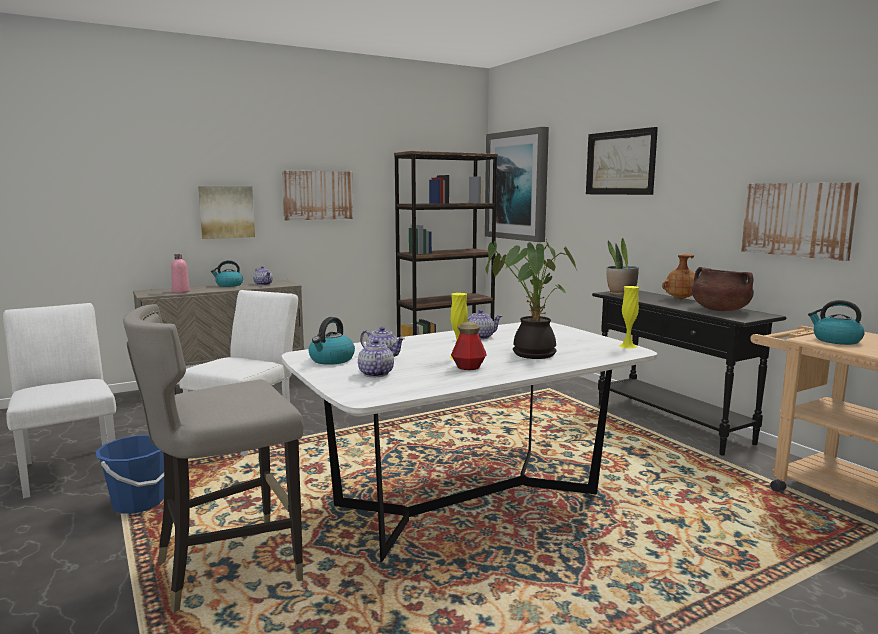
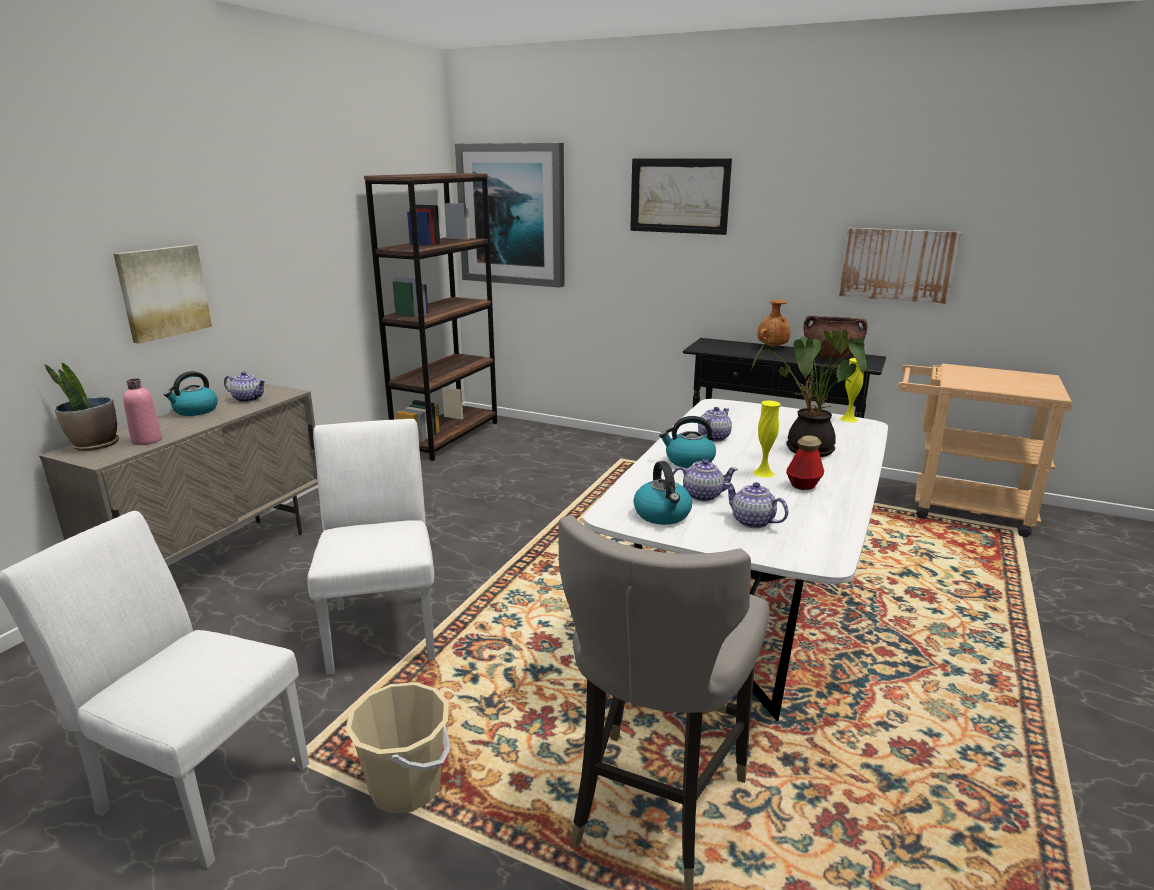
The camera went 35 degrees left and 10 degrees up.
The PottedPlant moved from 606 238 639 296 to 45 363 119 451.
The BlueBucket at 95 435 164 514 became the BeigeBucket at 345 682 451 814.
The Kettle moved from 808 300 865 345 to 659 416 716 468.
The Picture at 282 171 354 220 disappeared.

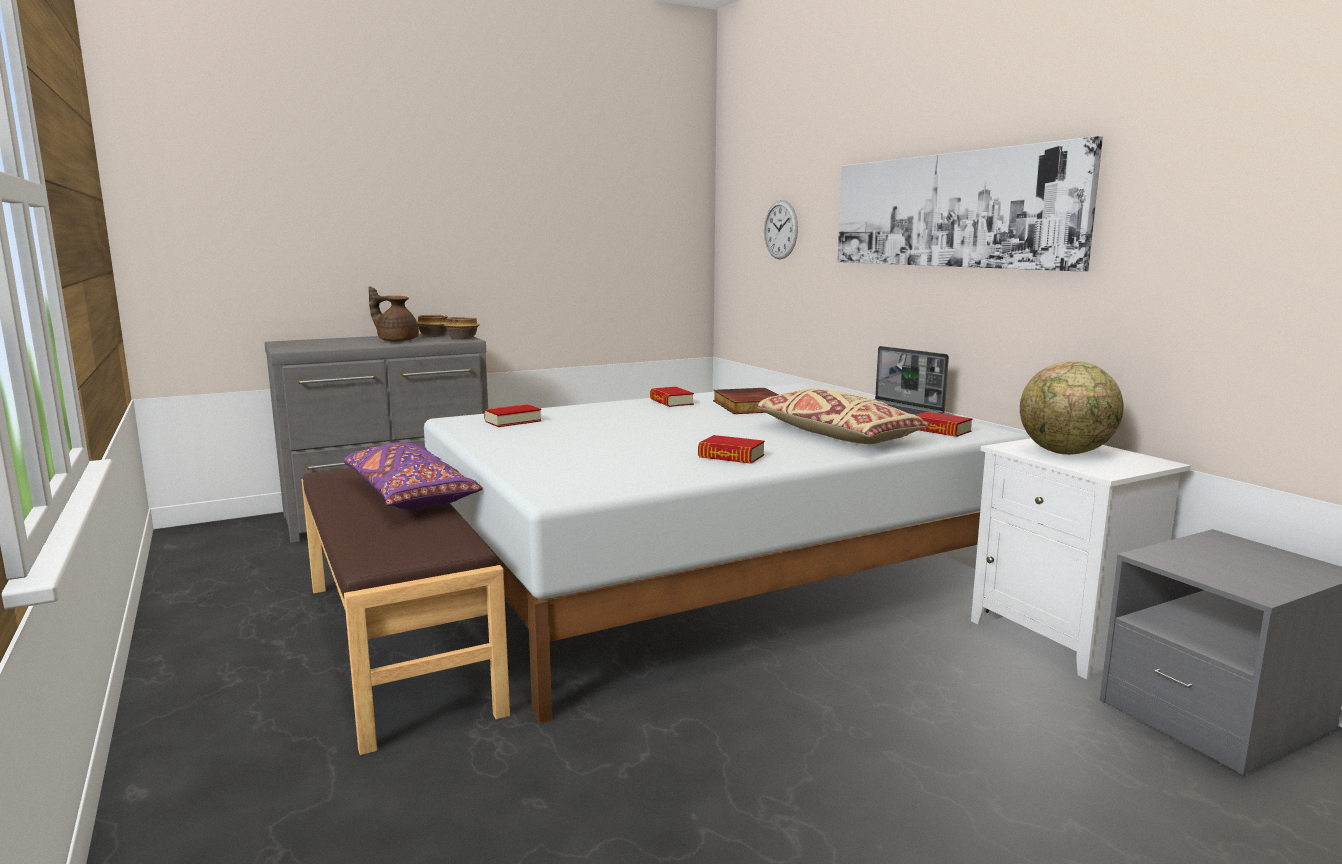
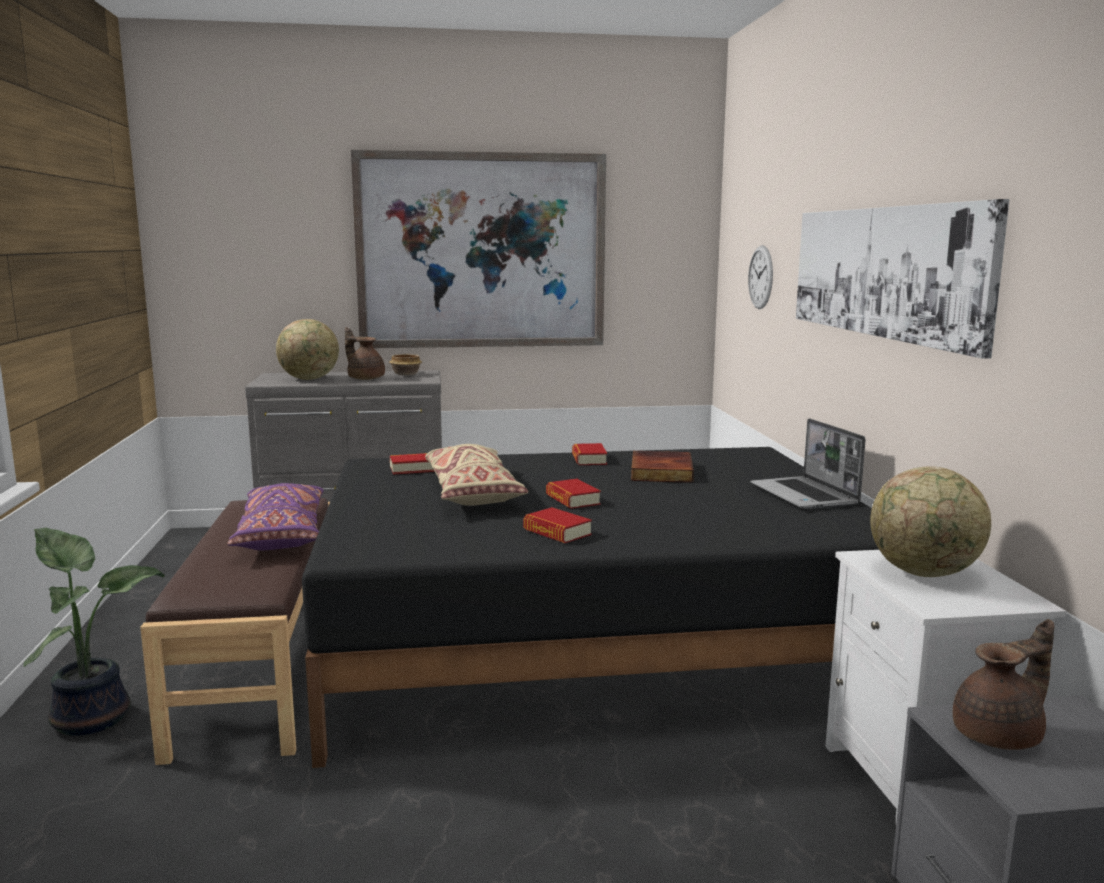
The camera went 20 degrees right and 0 degrees up.
The PottedPlant at 23 527 164 736 appeared.
The Globe at 276 319 339 380 appeared.
The WhiteBed at 424 383 1030 724 became the BlackBed at 302 447 879 768.
The Picture at 351 150 606 348 appeared.
The BeigePillow moved from 756 388 930 444 to 425 444 528 506.
The Book moved from 916 412 973 437 to 546 479 601 509.
The BrownTeapot at 953 619 1054 750 appeared.
The Bowl at 444 317 480 339 disappeared.

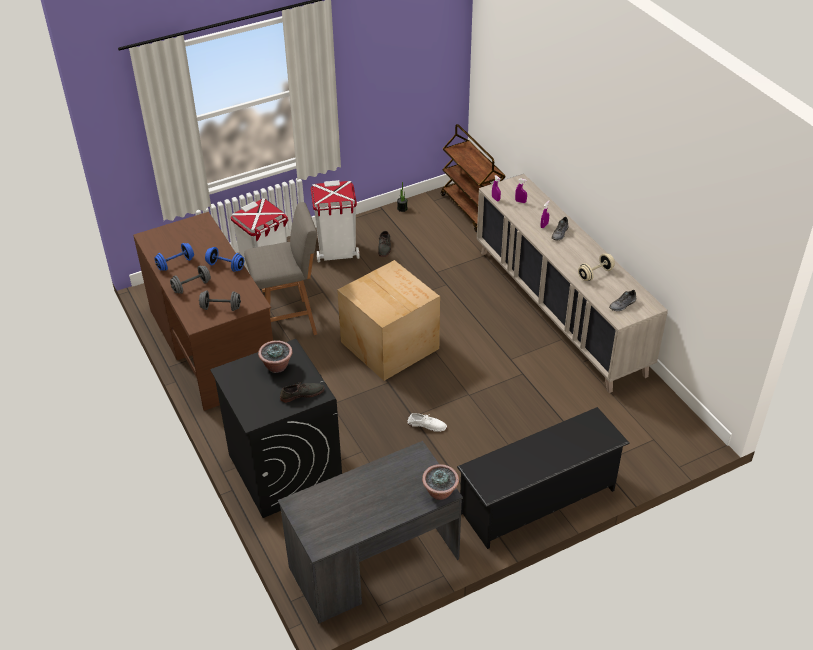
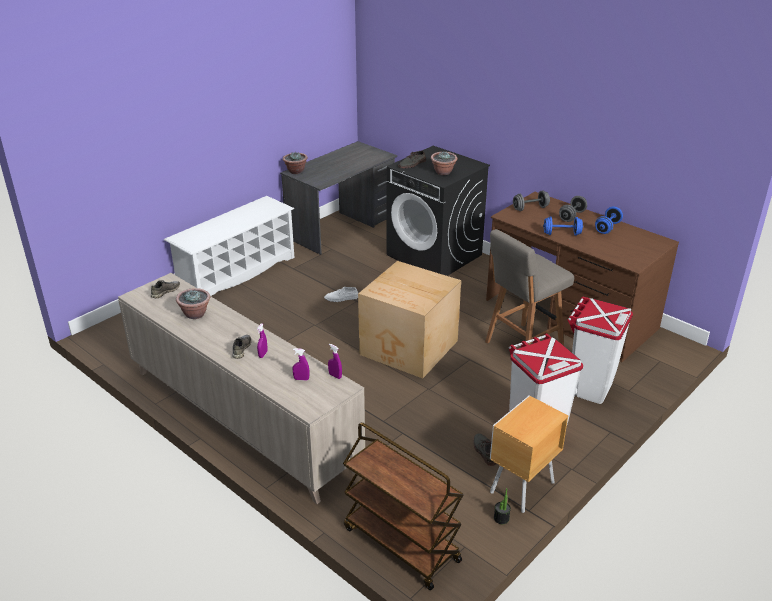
The camera went 160 degrees right and 10 degrees down.
The BlackShoeRack at 457 407 630 549 became the WhiteShoeRack at 164 196 295 296.
The BeigeDumbbell at 578 253 615 281 was replaced by the PottedPlant at 176 288 210 319.
The BrownNightstand at 490 396 568 513 appeared.

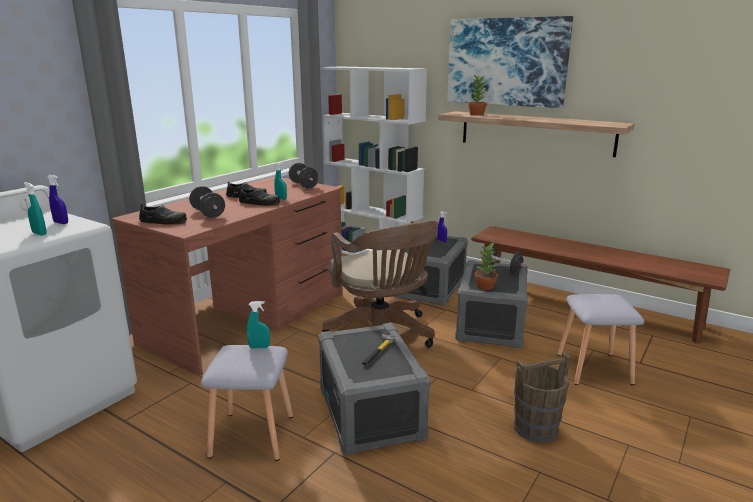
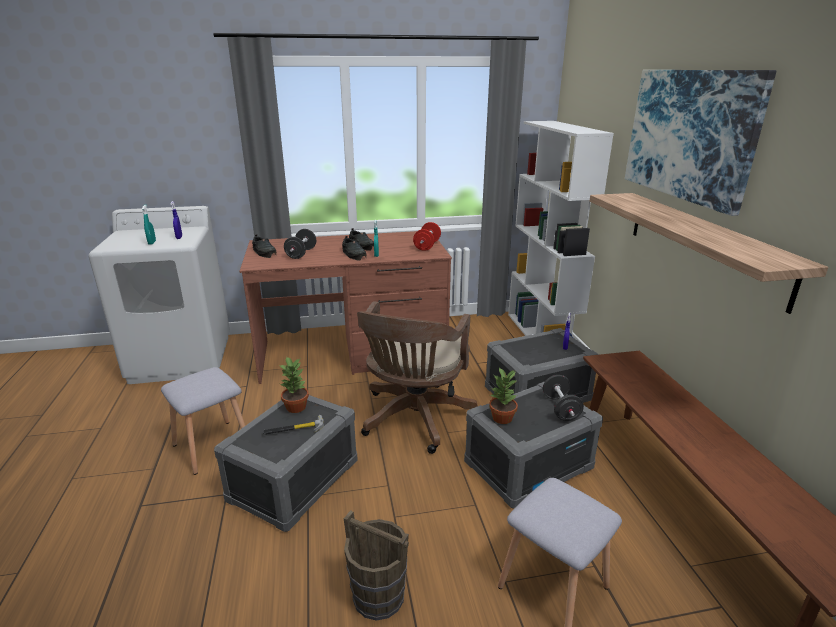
The camera went 45 degrees right and 5 degrees up.
The PottedPlant moved from 468 75 487 115 to 280 356 309 413.
The BlackDumbbell at 289 163 319 189 became the RedDumbbell at 413 222 441 251.
The TurquoiseSprayBottle at 247 301 270 349 disappeared.

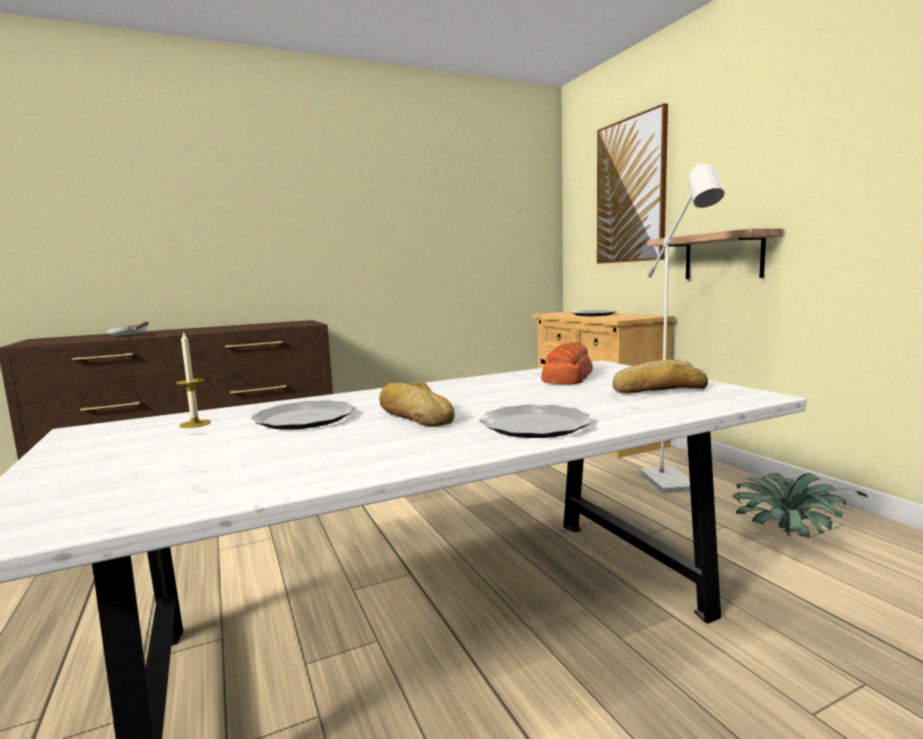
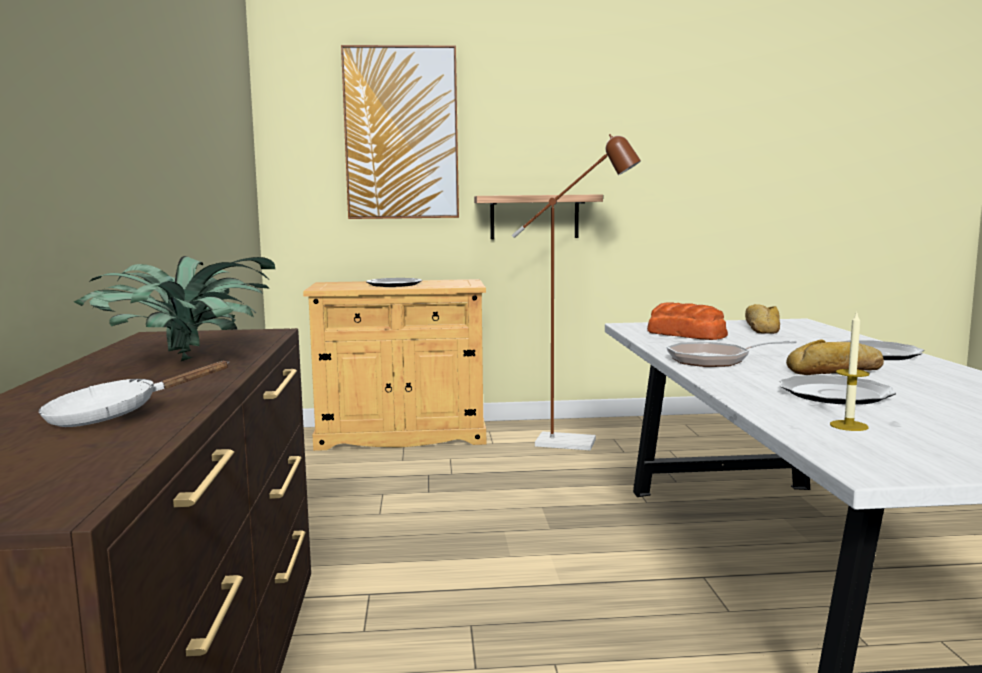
The camera went 70 degrees left and 0 degrees up.
The PottedPlant moved from 732 473 868 538 to 74 256 275 361.
The WhiteFloorLamp at 639 163 725 493 became the BrownFloorLamp at 512 134 641 450.
The FryingPan at 667 340 797 367 appeared.

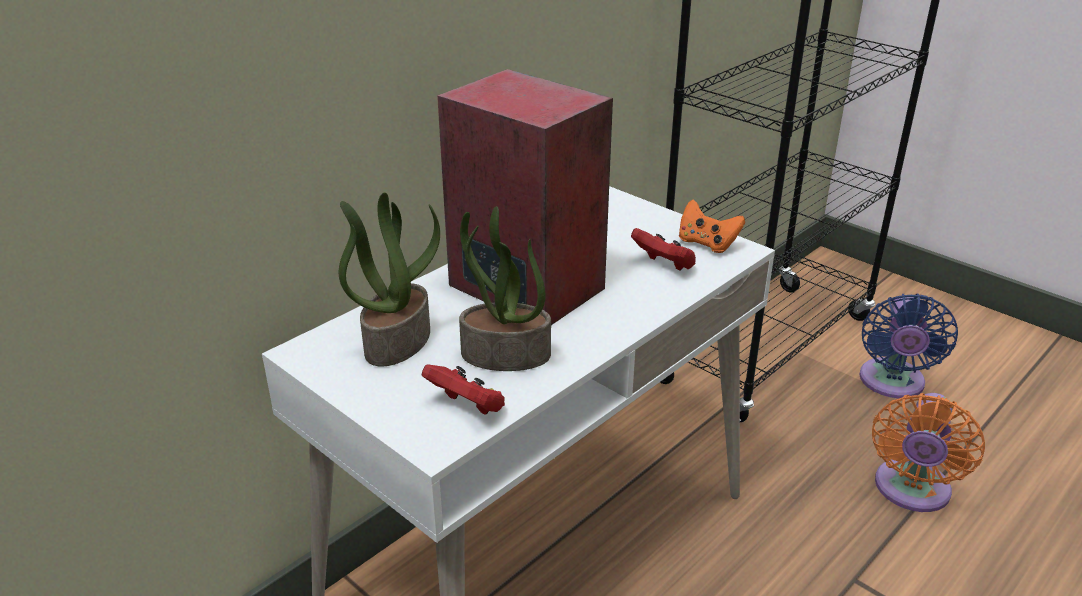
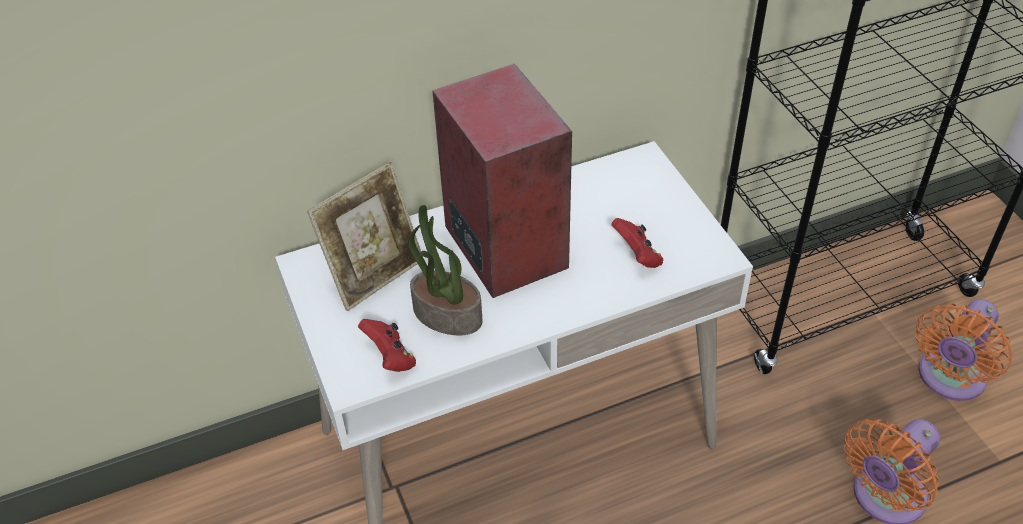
The camera went 25 degrees right and 15 degrees up.
The PottedPlant at 339 193 440 366 was replaced by the PictureFrame at 307 162 423 311.
The BlueFan at 859 294 958 398 became the OrangeFan at 915 299 1013 401.
The OrangeGameController at 679 200 745 253 disappeared.

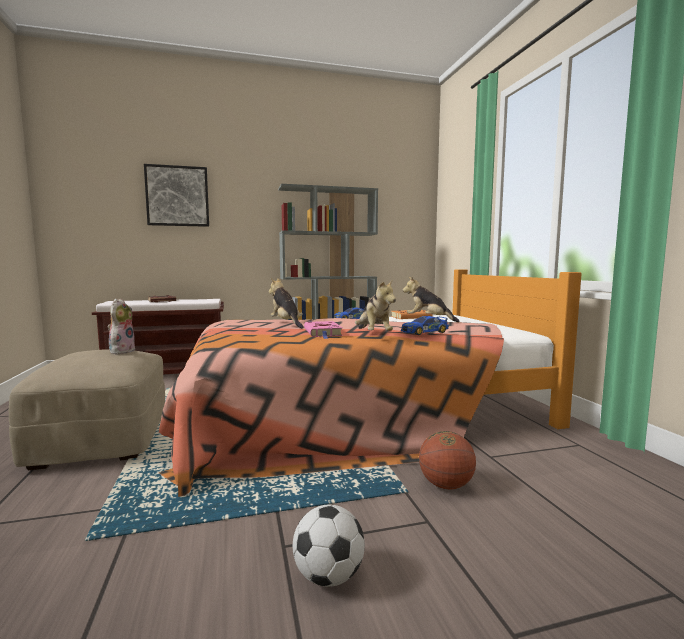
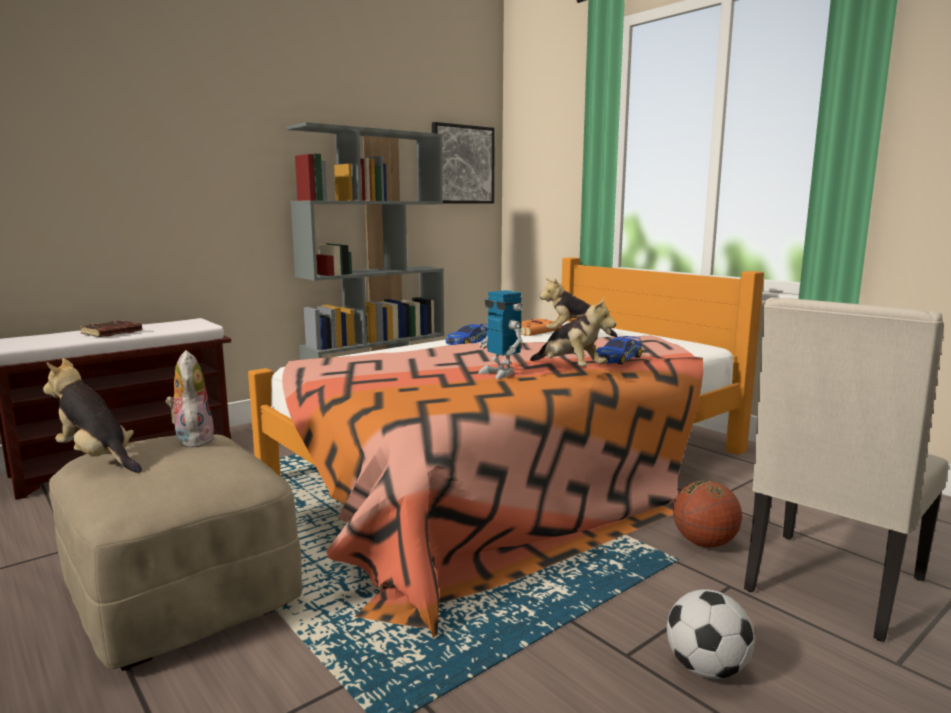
The camera went 25 degrees left and 5 degrees up.
The PlushToy moved from 269 278 303 328 to 43 358 142 473.
The Picture moved from 144 164 209 227 to 432 122 495 204.
The PinkBook at 304 321 343 339 was replaced by the ToyRobot at 479 290 523 379.
The BeigeChair at 744 297 948 642 appeared.

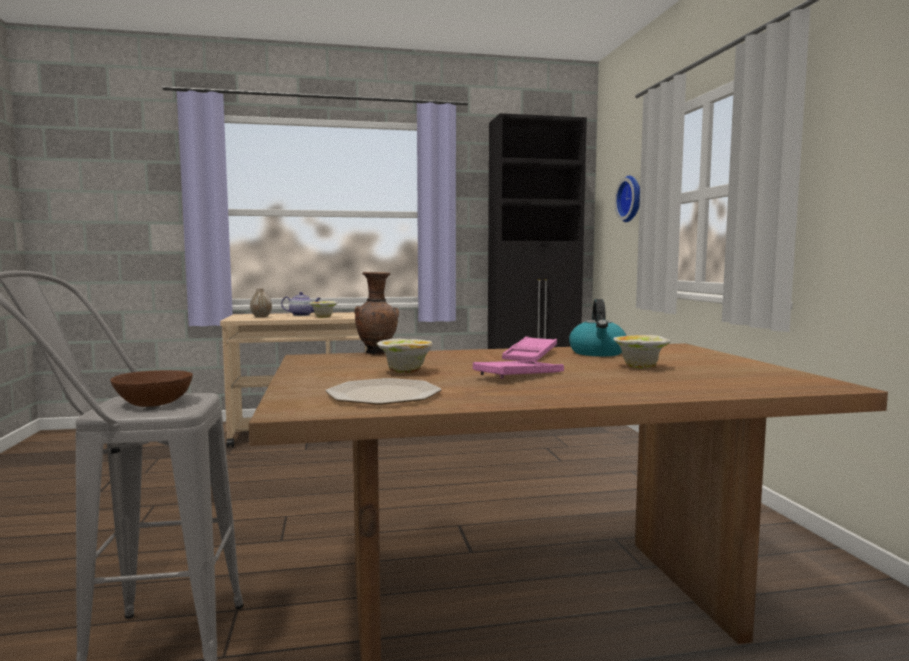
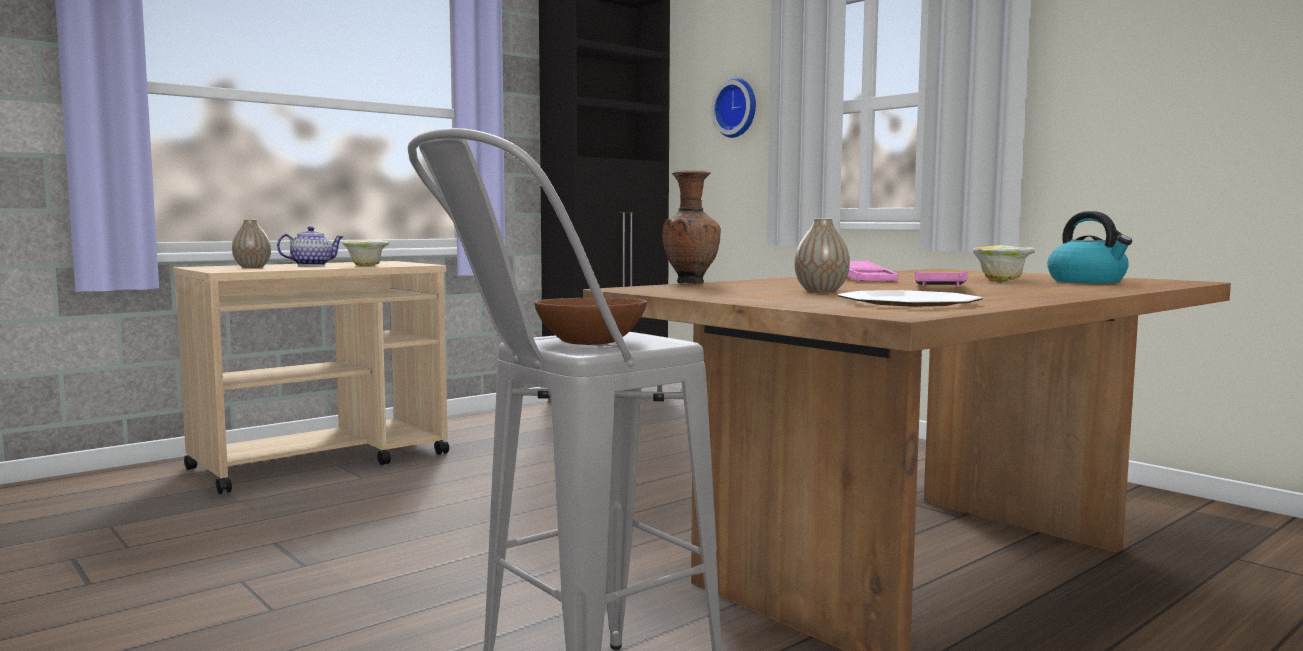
The camera went 30 degrees left and 0 degrees up.
The Bowl at 377 339 433 373 was replaced by the Vase at 794 219 850 293.
The Kettle moved from 569 299 627 356 to 1047 211 1132 283.

